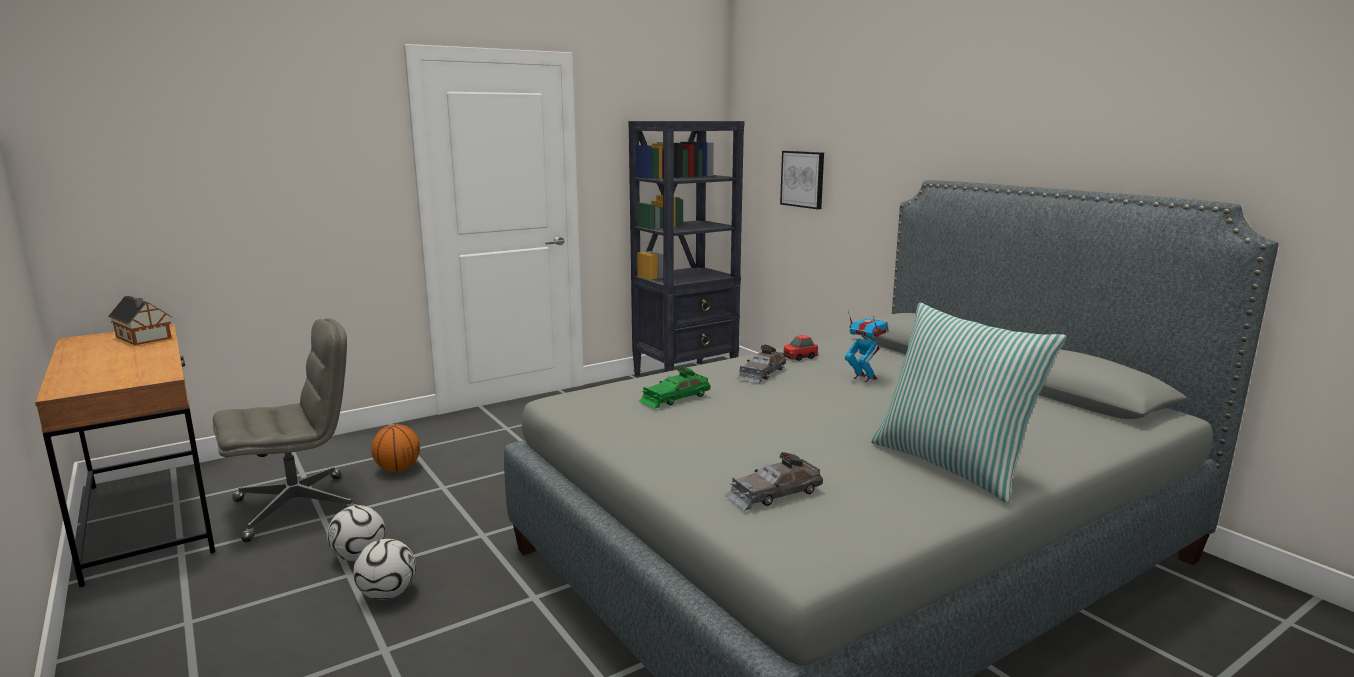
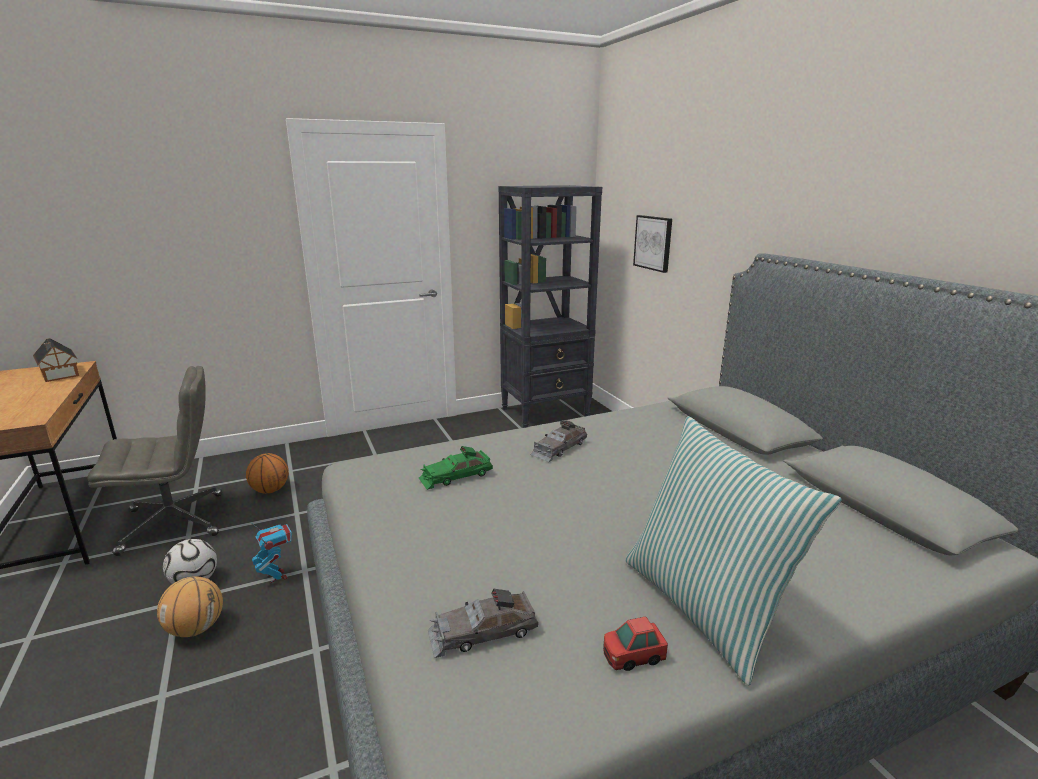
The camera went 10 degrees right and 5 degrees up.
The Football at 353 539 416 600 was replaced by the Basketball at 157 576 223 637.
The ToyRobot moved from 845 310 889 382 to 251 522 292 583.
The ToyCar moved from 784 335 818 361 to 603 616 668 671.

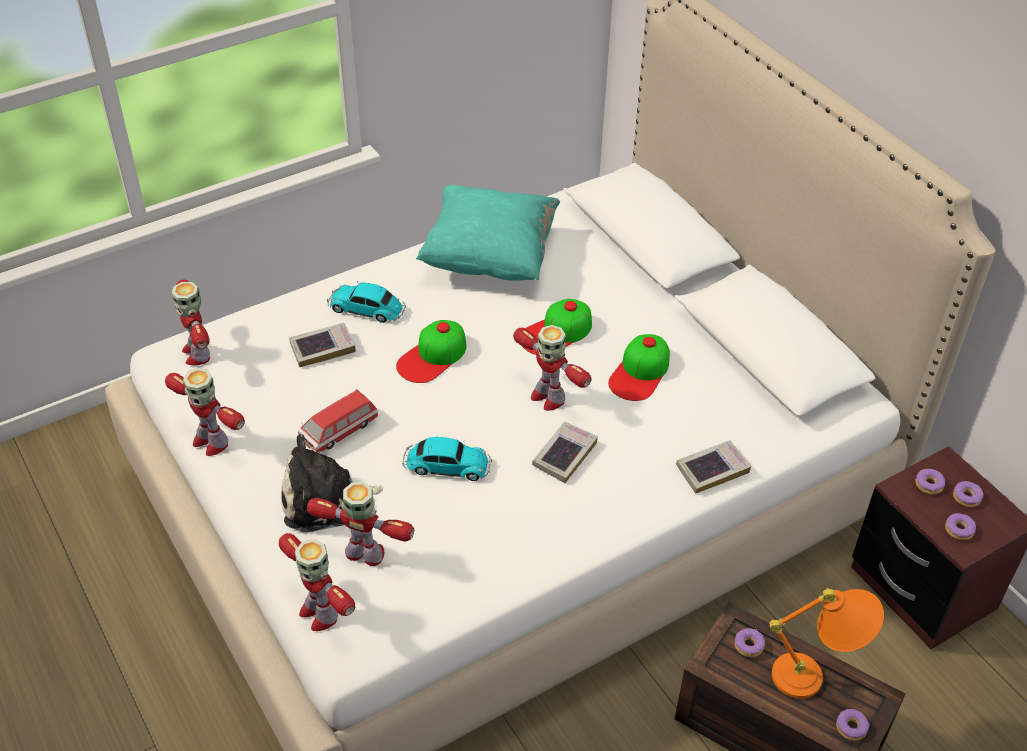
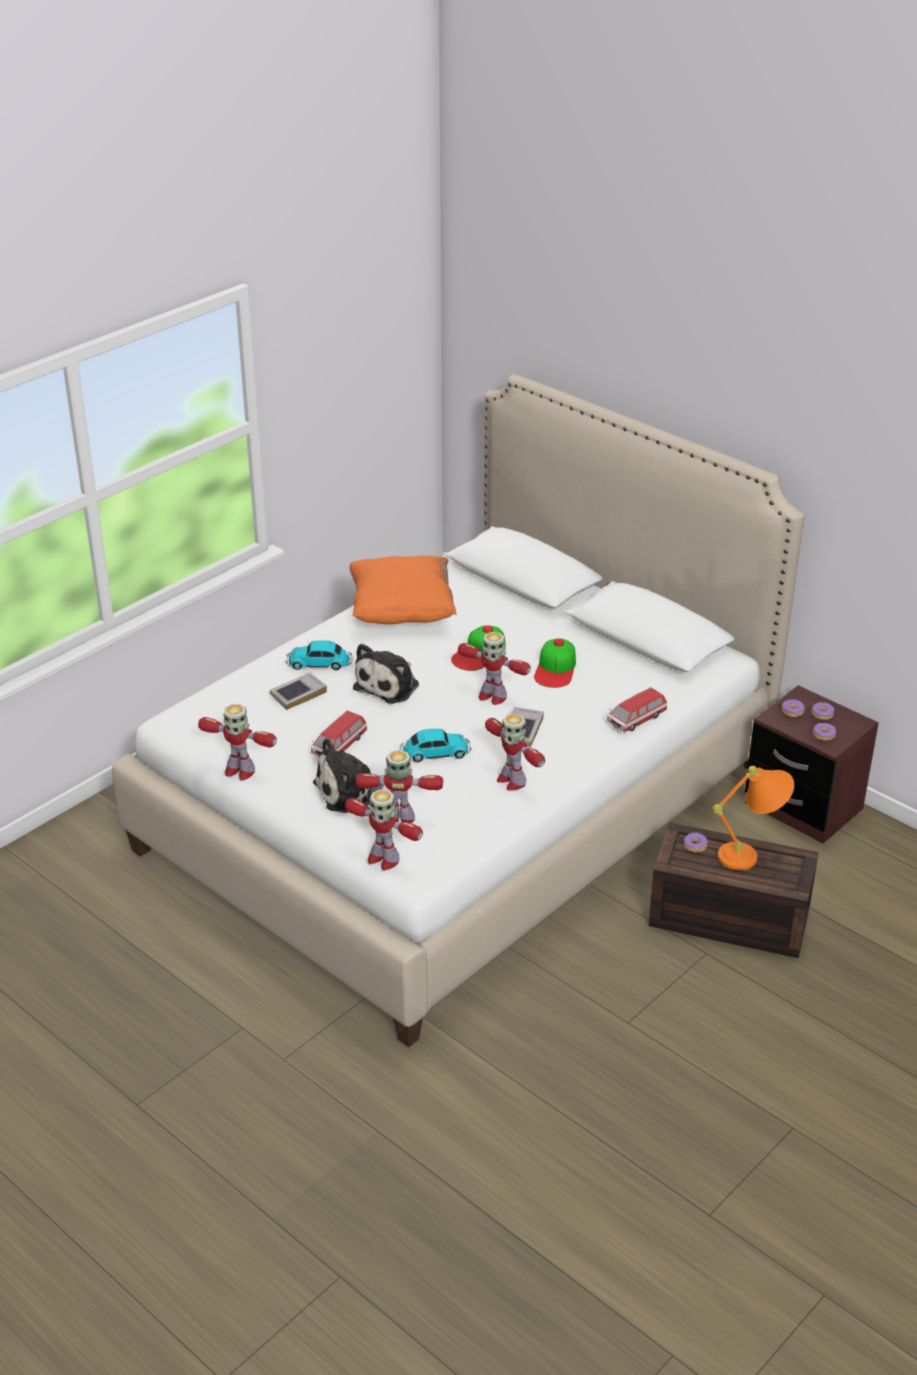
The camera went 15 degrees left and 10 degrees down.
The TurquoisePillow at 416 185 560 281 became the OrangePillow at 349 556 456 624.
The Cap at 396 320 466 383 was replaced by the PlushToy at 353 643 419 704.
The ToyRobot moved from 171 280 210 366 to 485 713 545 791.
The Book at 676 440 751 494 was replaced by the ToyCar at 606 687 667 733.
The Donut at 836 709 869 741 disappeared.

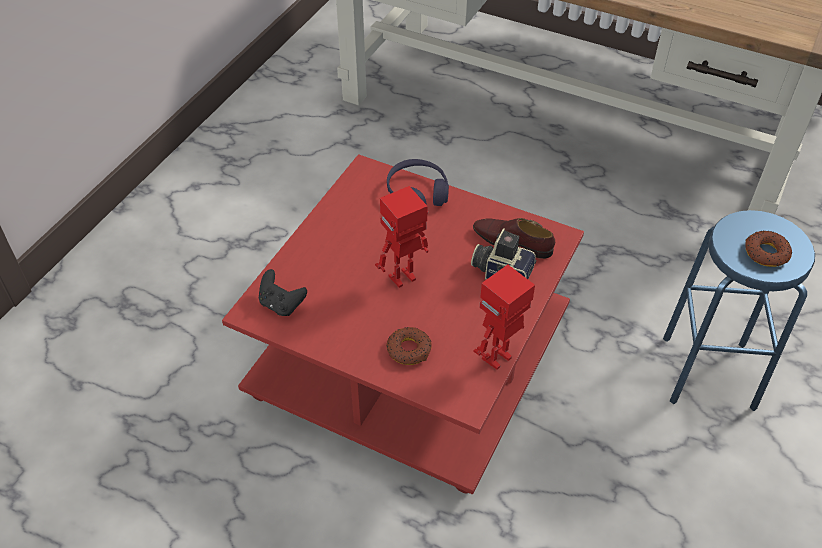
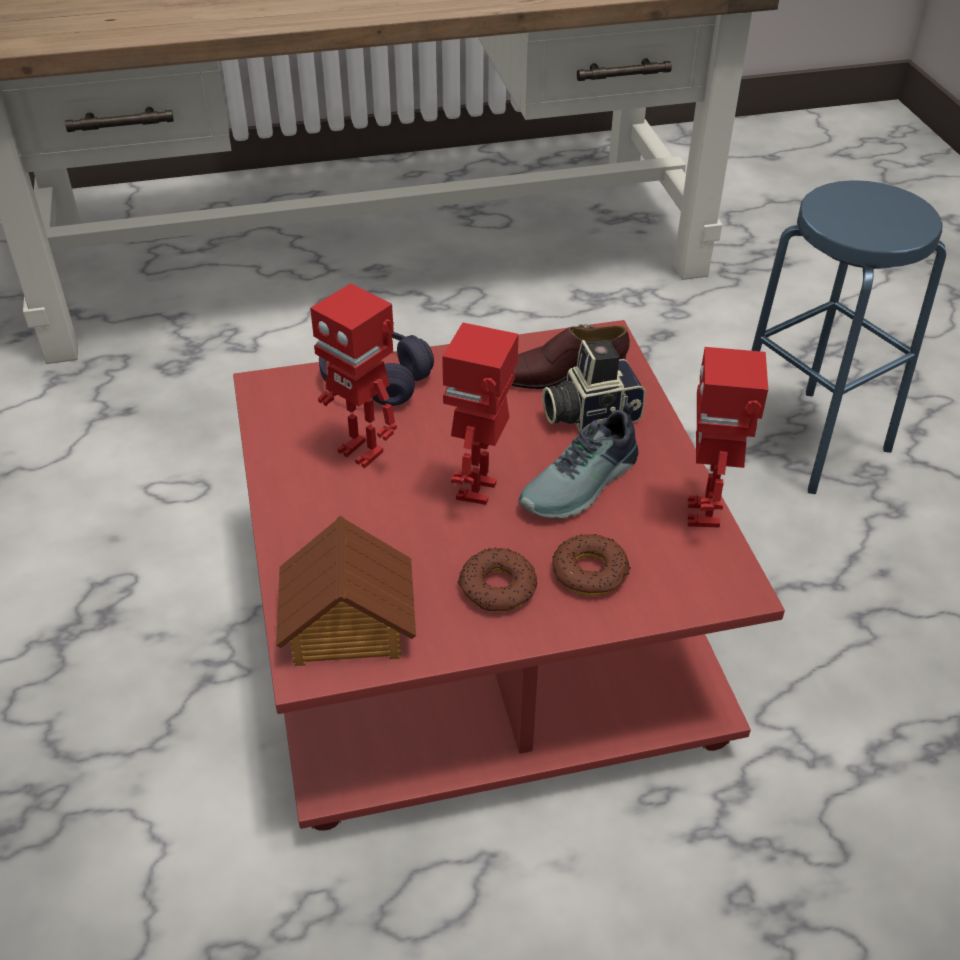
The camera went 40 degrees left and 5 degrees down.
The BlackGameController at 259 269 307 316 was replaced by the ToyHouse at 276 515 416 666.
The ToyRobot at 310 283 397 468 appeared.
The Donut moved from 745 231 792 267 to 457 548 537 612.
The Shoe at 518 403 638 519 appeared.

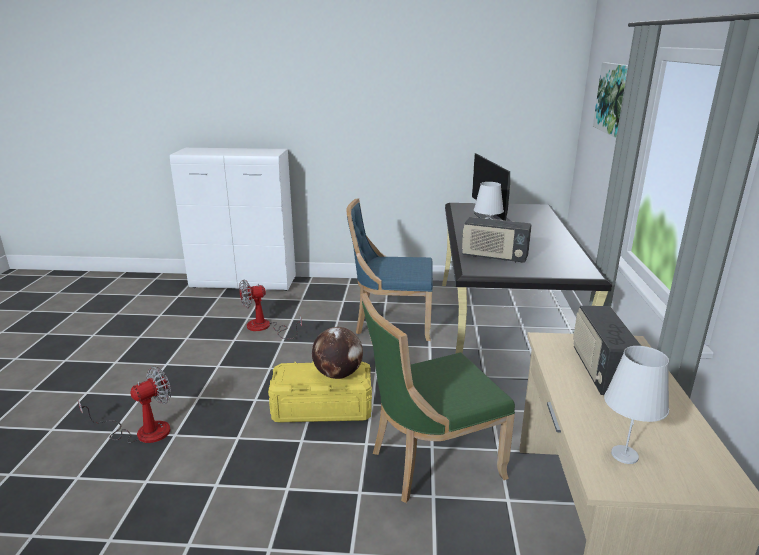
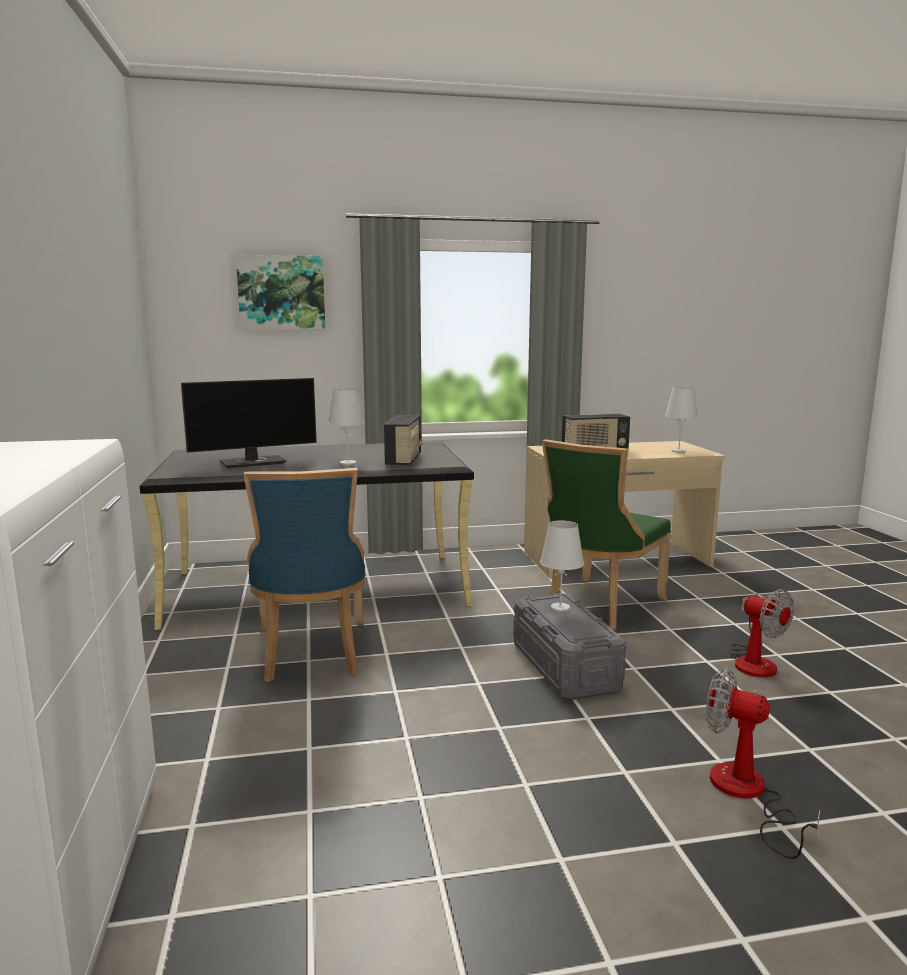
The camera went 105 degrees left and 10 degrees down.
The YellowStorageBox at 268 362 372 422 became the GreyStorageBox at 513 593 626 700.
The Globe at 312 327 363 379 was replaced by the WhiteTableLamp at 540 520 584 612.
The GreenChair at 361 293 515 503 turned 75 degrees clockwise.
The Fan moved from 239 280 302 339 to 729 589 794 677.

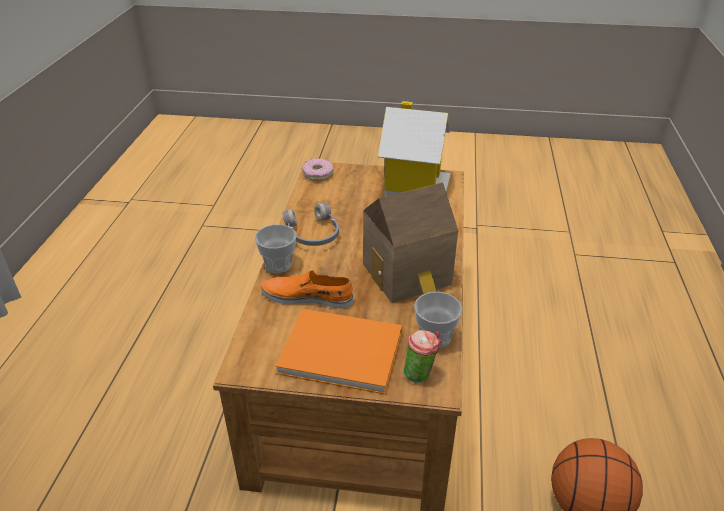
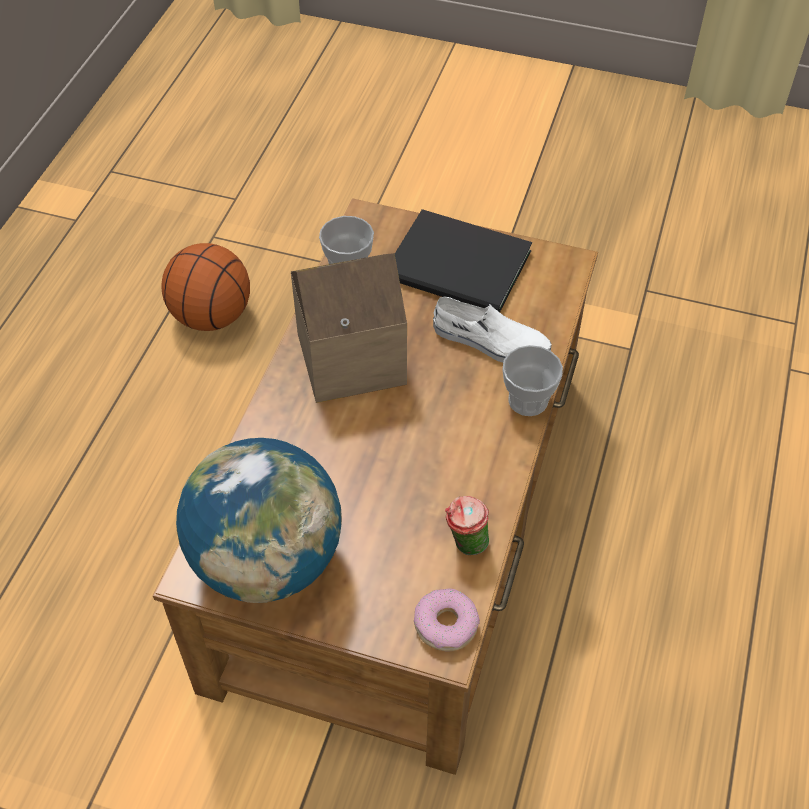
The camera went 170 degrees left and 15 degrees up.
The ToyHouse at 378 101 451 195 was replaced by the Globe at 176 438 342 603.
The OrangeBook at 276 309 402 394 became the BlackBook at 395 209 532 312.
The OrangeShoe at 261 270 353 309 became the WhiteShoe at 433 297 552 363.
The Cup moved from 404 330 441 383 to 445 496 489 555.
The GreyHeadphones at 282 202 339 246 disappeared.

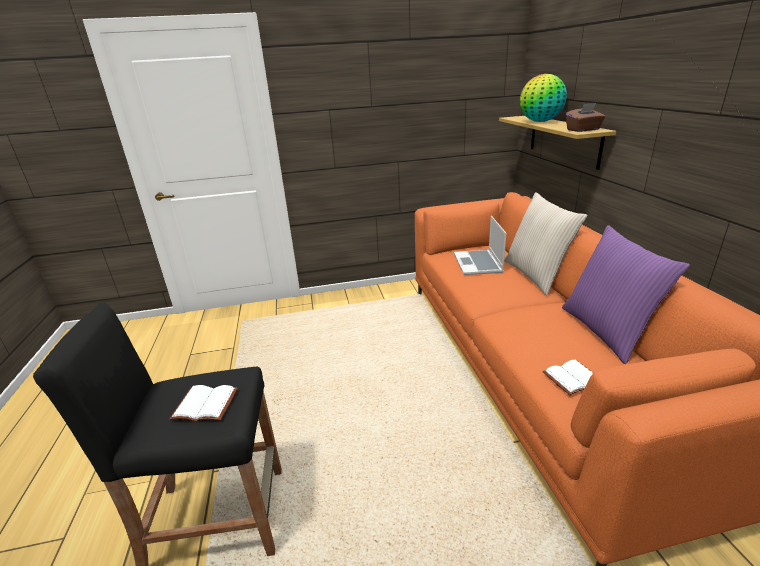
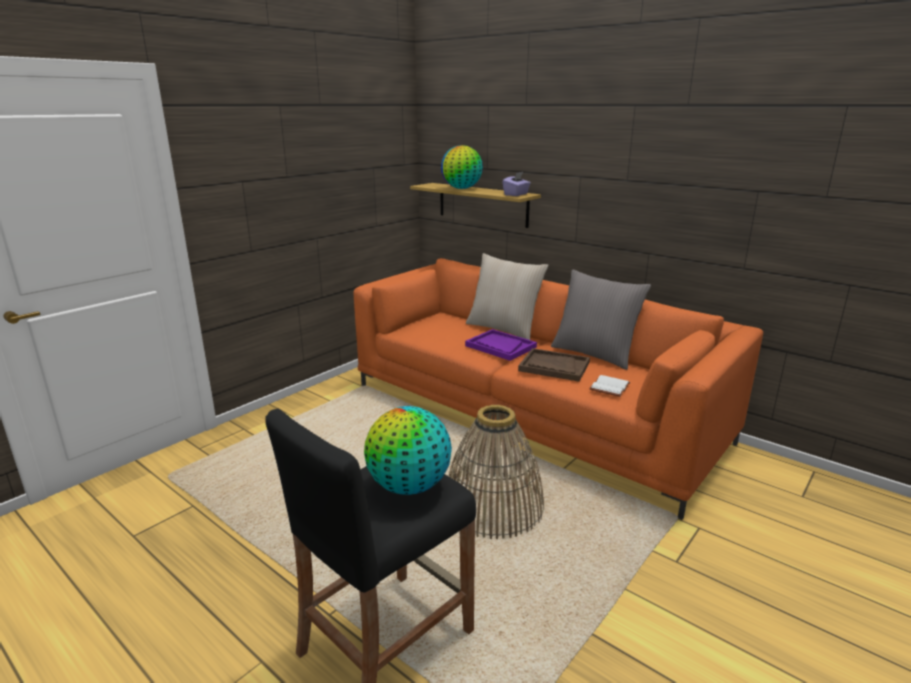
The camera went 40 degrees left and 5 degrees down.
The WhiteBook at 169 385 238 422 was replaced by the Globe at 364 406 452 495.
The Basket at 449 405 544 539 appeared.
The PurpleTray at 465 329 537 361 appeared.
The BrownTissueBox at 566 103 605 132 became the PurpleTissueBox at 502 172 531 196.
The BrownTray at 518 348 590 382 appeared.
The PurplePillow at 562 225 690 364 became the GreyPillow at 551 269 651 370.
The Laptop at 454 216 507 275 disappeared.

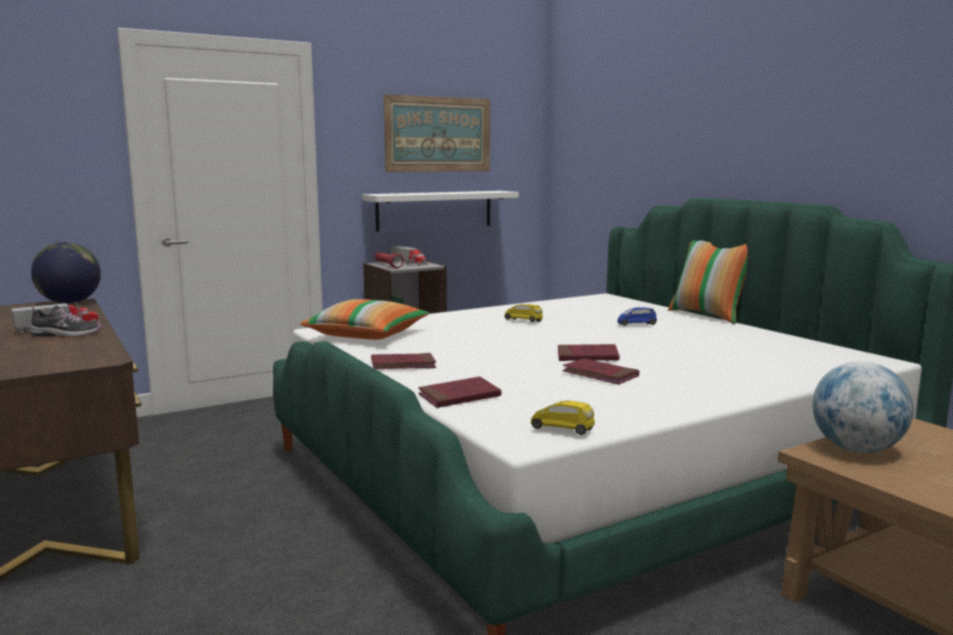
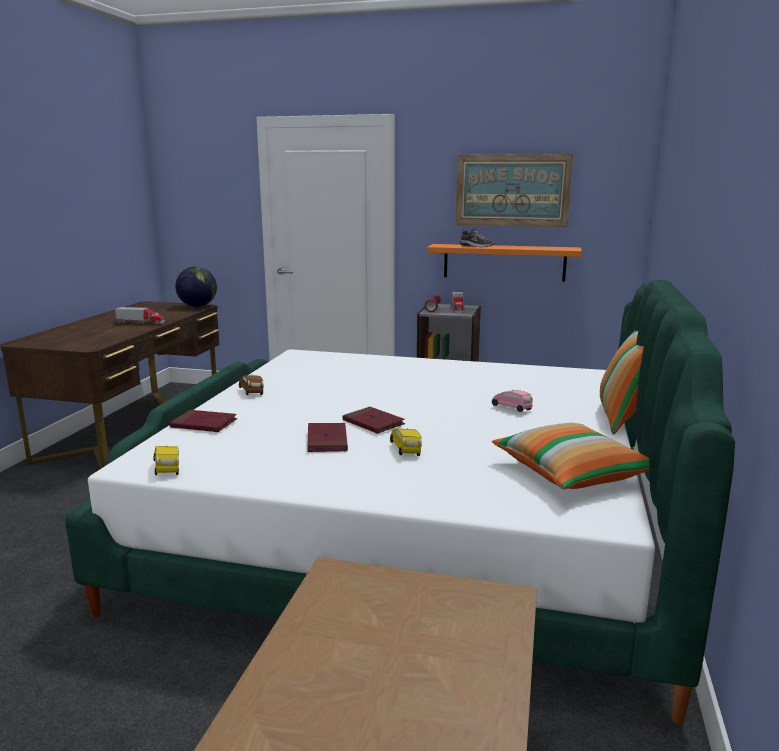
The camera went 45 degrees right and 5 degrees up.
The RedBook at 371 353 436 369 was replaced by the BrownToyCar at 239 375 264 395.
The YellowToyCar moved from 504 303 543 322 to 390 428 422 456.
The WhiteShelf at 362 191 519 232 became the OrangeShelf at 427 244 582 282.
The Shoe moved from 30 305 102 337 to 460 229 495 247.
The BlueToyCar at 618 308 657 326 became the PinkToyCar at 492 390 533 412.
The Pillow moved from 300 299 429 340 to 492 423 650 489.
The Globe at 812 361 913 453 disappeared.

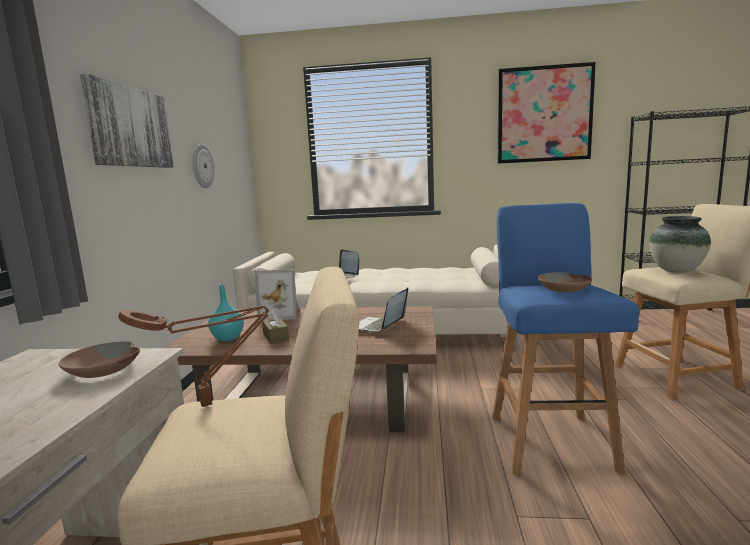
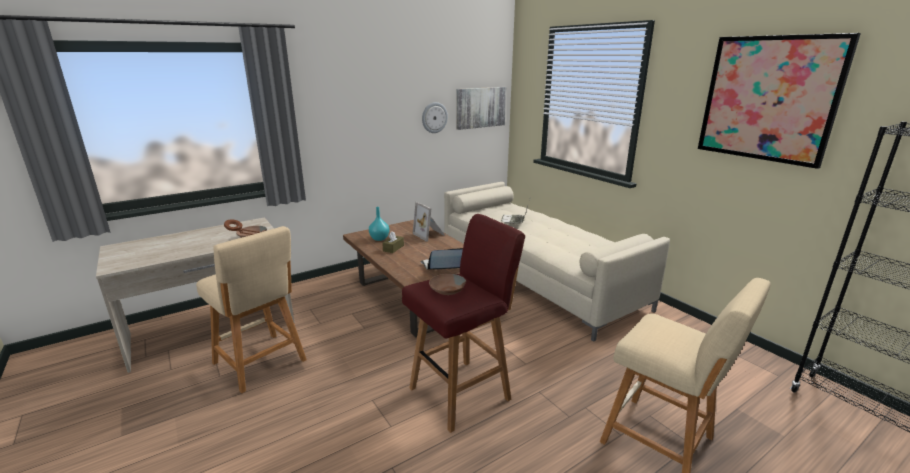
The camera went 50 degrees right and 10 degrees up.
The BlueStool at 492 203 639 474 became the RedStool at 402 214 525 433.
The Picture moved from 80 74 174 168 to 456 87 506 130.
The Vase at 649 216 711 273 disappeared.

